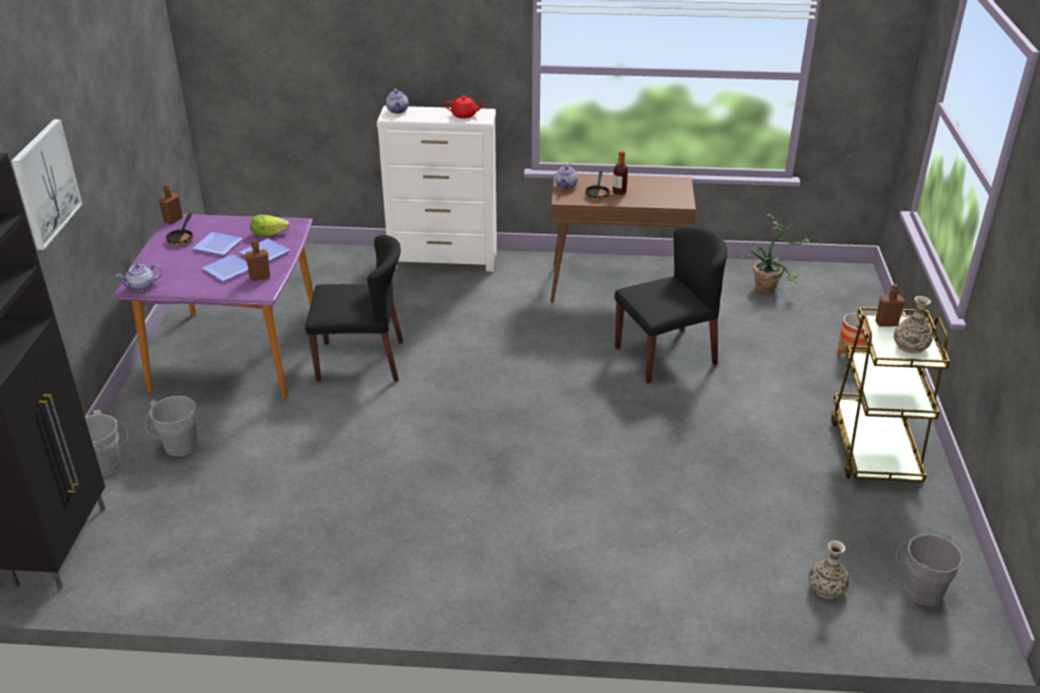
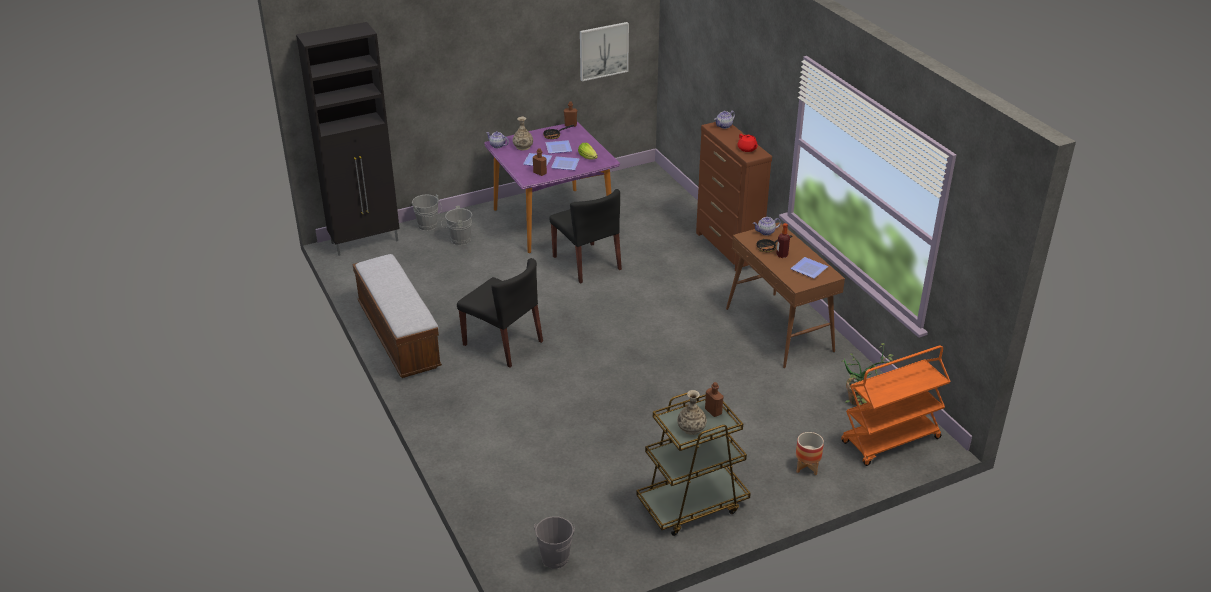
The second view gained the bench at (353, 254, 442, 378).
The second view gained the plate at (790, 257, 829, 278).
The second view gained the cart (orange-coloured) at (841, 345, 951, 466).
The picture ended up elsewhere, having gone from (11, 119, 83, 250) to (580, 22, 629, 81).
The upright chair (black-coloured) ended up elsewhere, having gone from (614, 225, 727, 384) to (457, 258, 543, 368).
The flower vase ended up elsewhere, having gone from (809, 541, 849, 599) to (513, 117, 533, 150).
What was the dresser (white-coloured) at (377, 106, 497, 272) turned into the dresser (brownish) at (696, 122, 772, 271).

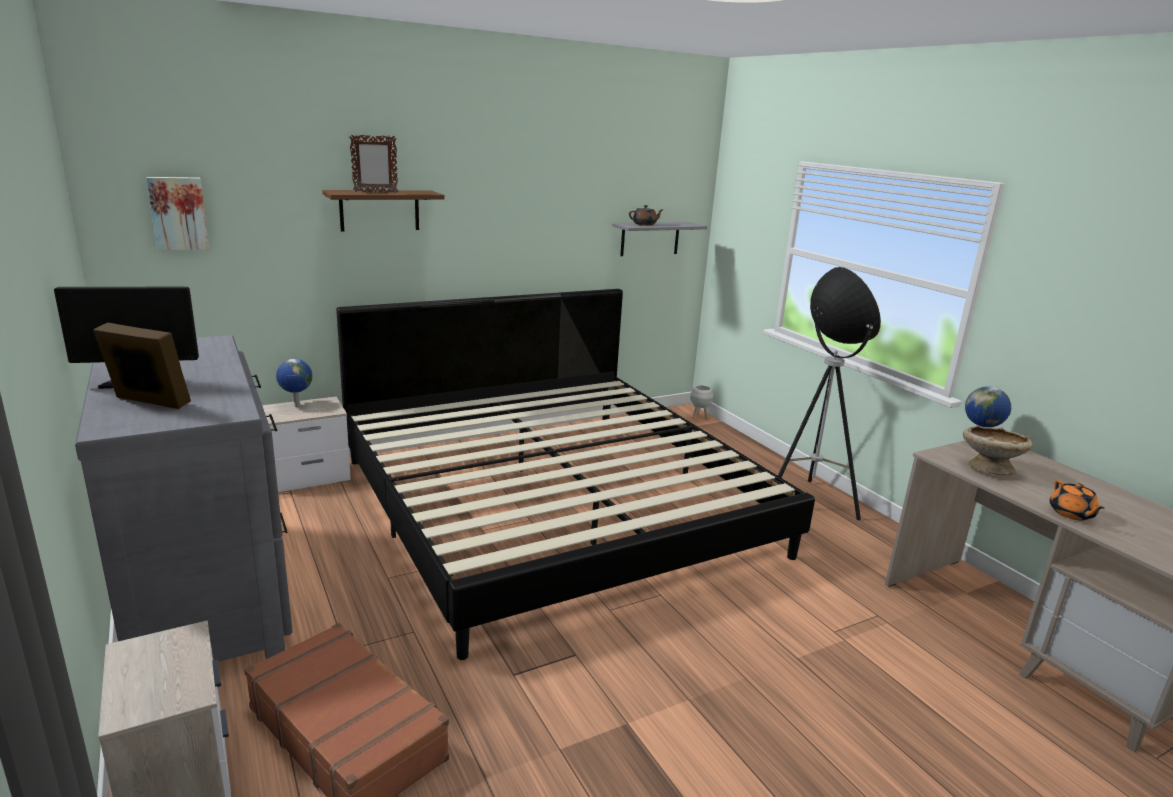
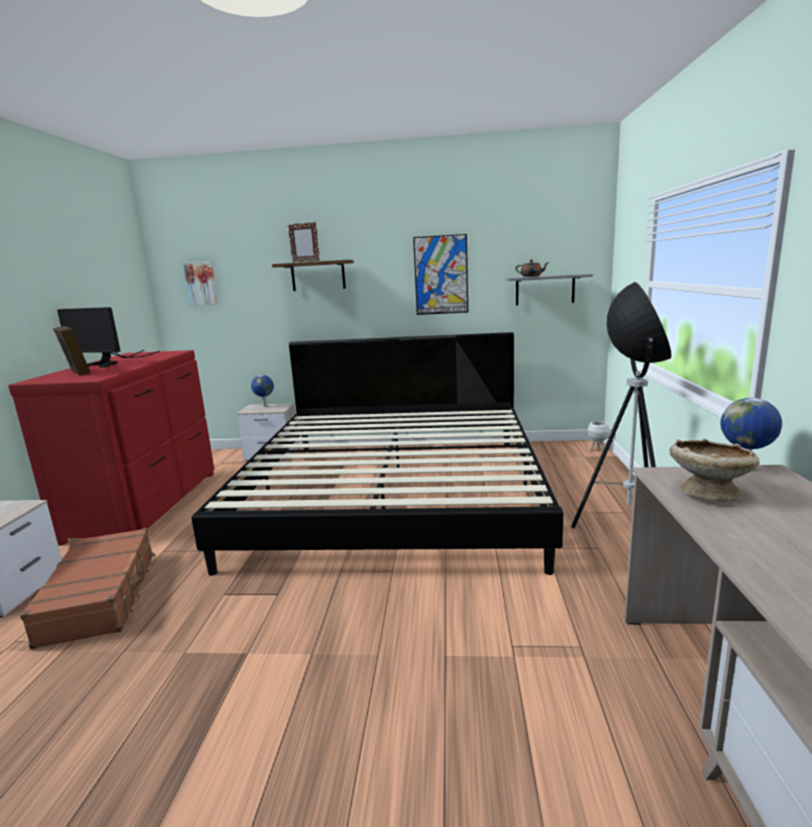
The second view lost the pot for tea (orange-coloured) at (1049, 480, 1105, 521).
The second view gained the picture at (413, 234, 468, 315).
What was the dresser (gray) at (75, 335, 293, 662) turned into the dresser (reddish) at (8, 350, 214, 546).

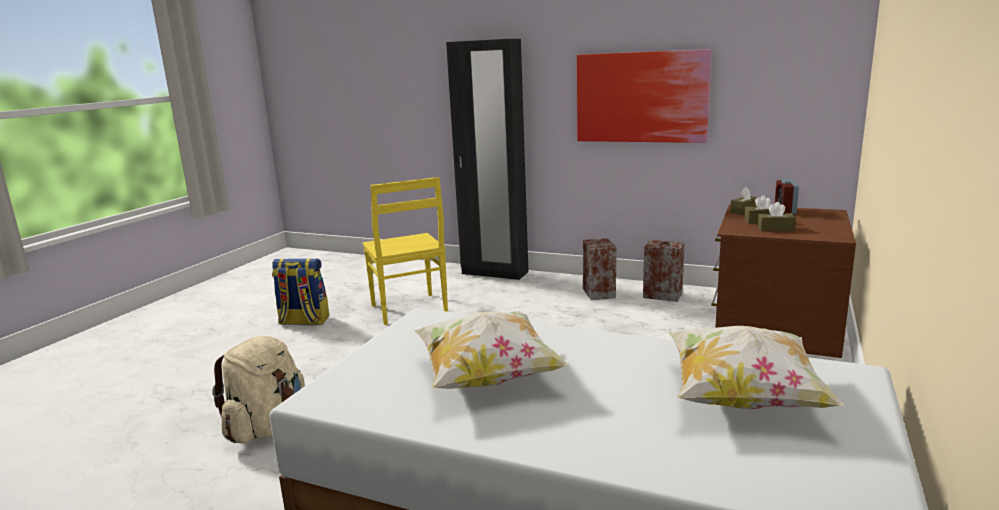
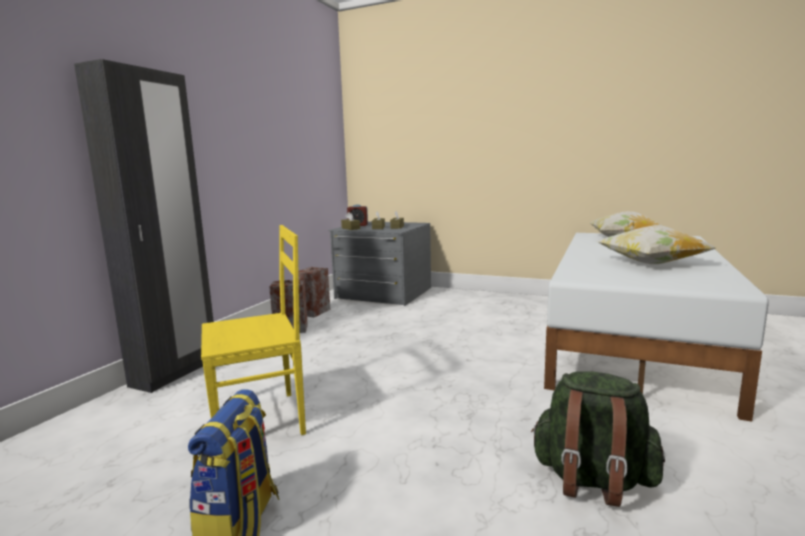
The second view lost the picture at (577, 49, 712, 143).
What was the backpack (beige-coloured) at (212, 336, 305, 444) turned into the backpack (green-coloured) at (531, 372, 665, 507).
What was the dresser (brownish) at (711, 205, 856, 358) turned into the dresser (gray) at (328, 221, 431, 306).

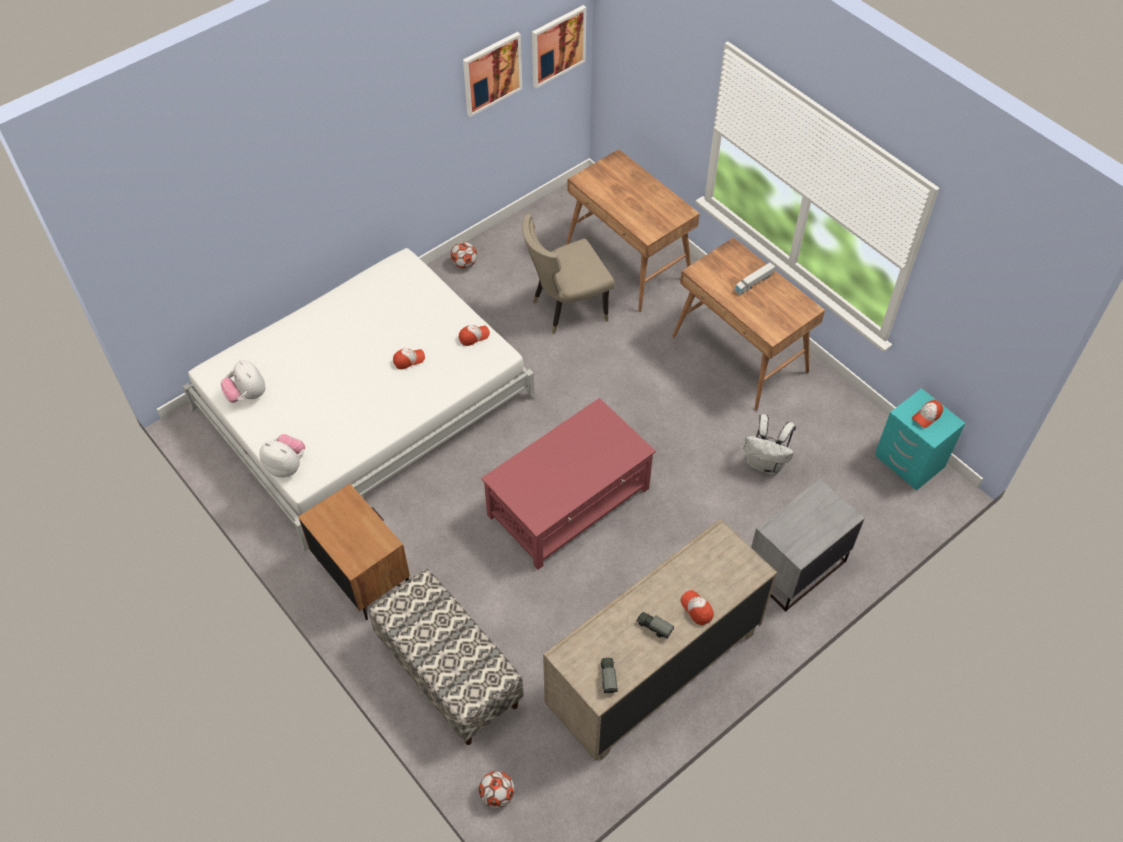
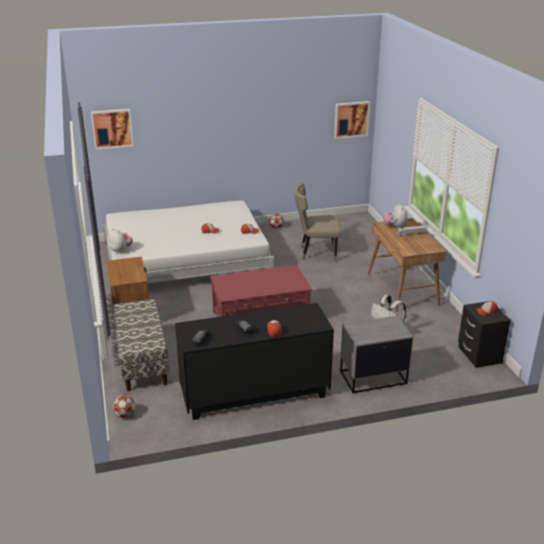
The second view lost the desk (brownish) at (566, 149, 700, 312).
The plush toy ended up elsewhere, having gone from (221, 360, 265, 403) to (383, 203, 408, 229).
The picture ended up elsewhere, having gone from (463, 32, 522, 117) to (91, 109, 134, 150).
What was the dresser (beige-coloured) at (543, 519, 777, 761) turned into the dresser (black-coloured) at (175, 303, 334, 420).
What was the nightstand (turquoise) at (875, 388, 965, 491) turned into the nightstand (black-coloured) at (458, 301, 511, 368).

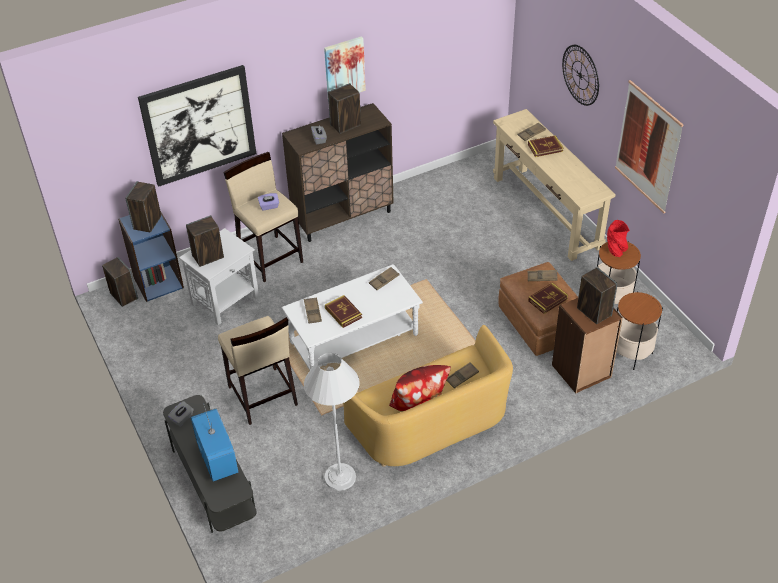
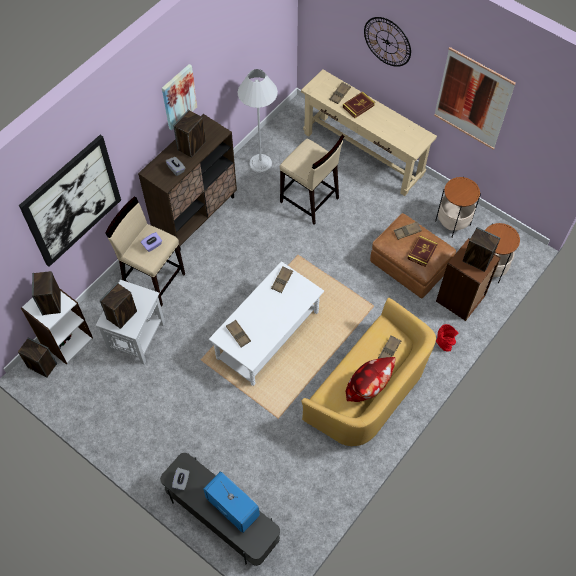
The second view lost the bound book at (325, 295, 362, 328).
The stool seat (beige-coloured) ended up elsewhere, having gone from (218, 316, 298, 425) to (280, 135, 344, 225).
The standard lamp (white-coloured) ended up elsewhere, having gone from (304, 353, 360, 491) to (238, 69, 278, 173).
The flower vase (reddish) ended up elsewhere, having gone from (607, 220, 630, 257) to (436, 324, 459, 352).
What was the bookshelf (bluish) at (118, 212, 184, 302) turned into the bookshelf (white-coloured) at (21, 288, 93, 364).

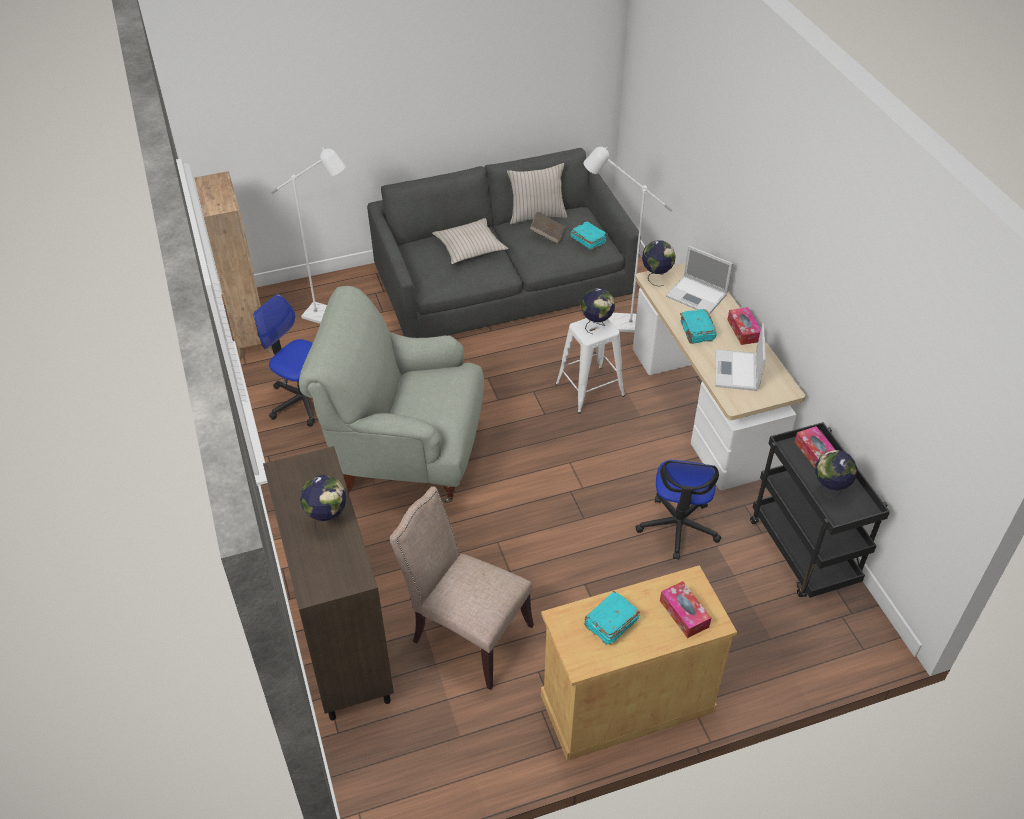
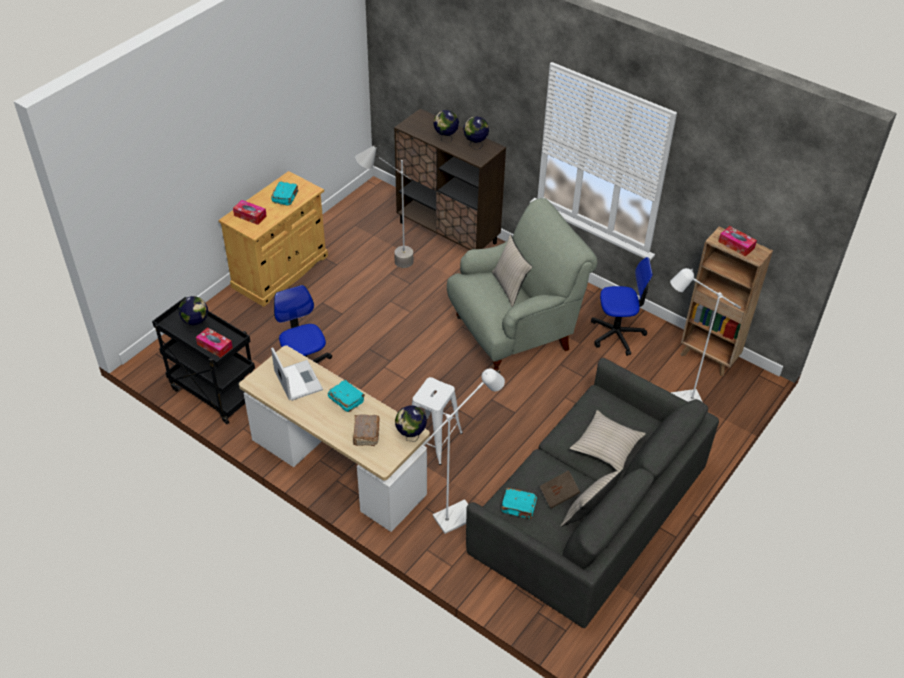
The second view gained the cushion (beige-coloured) at (492, 234, 532, 307).
The world globe ended up elsewhere, having gone from (581, 288, 615, 334) to (463, 116, 489, 150).
The tissue box ended up elsewhere, having gone from (727, 307, 761, 345) to (718, 226, 757, 257).
Where the upright chair (beige-coloured) stood at (390, 486, 534, 690), the standard lamp (gray) came to stand at (355, 144, 414, 268).
Where the laptop stood at (666, 246, 733, 315), the bound book (brownish) came to stand at (353, 414, 380, 446).

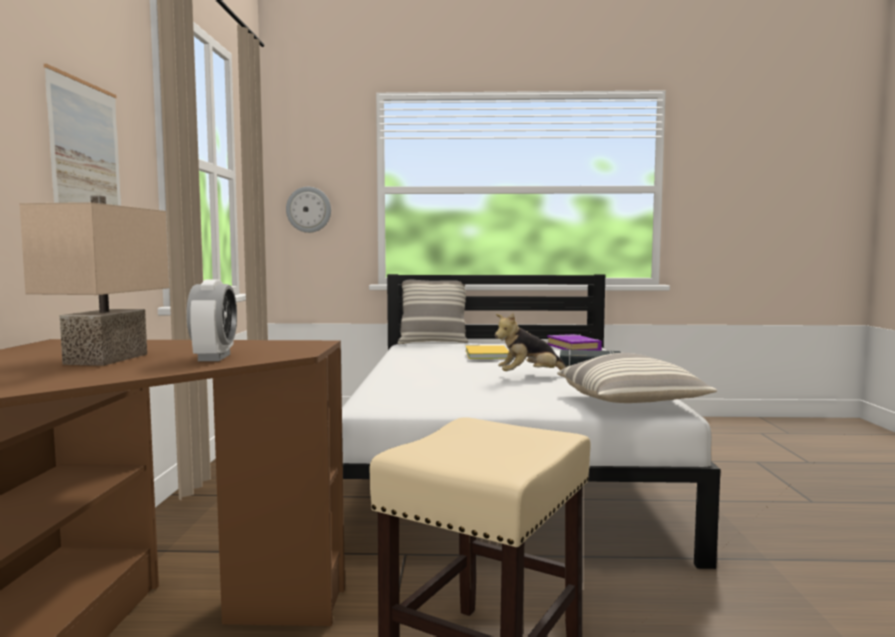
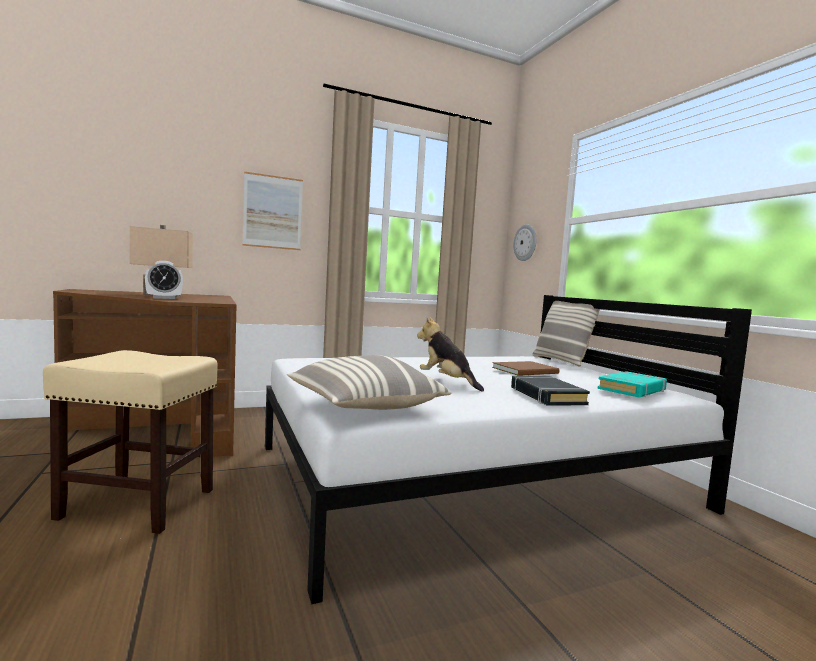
What was the bound book (yellow) at (465, 345, 509, 359) turned into the bound book (brownish) at (492, 361, 559, 376).
What was the bound book (purplish) at (547, 334, 602, 351) turned into the bound book (turquoise) at (598, 371, 667, 397).

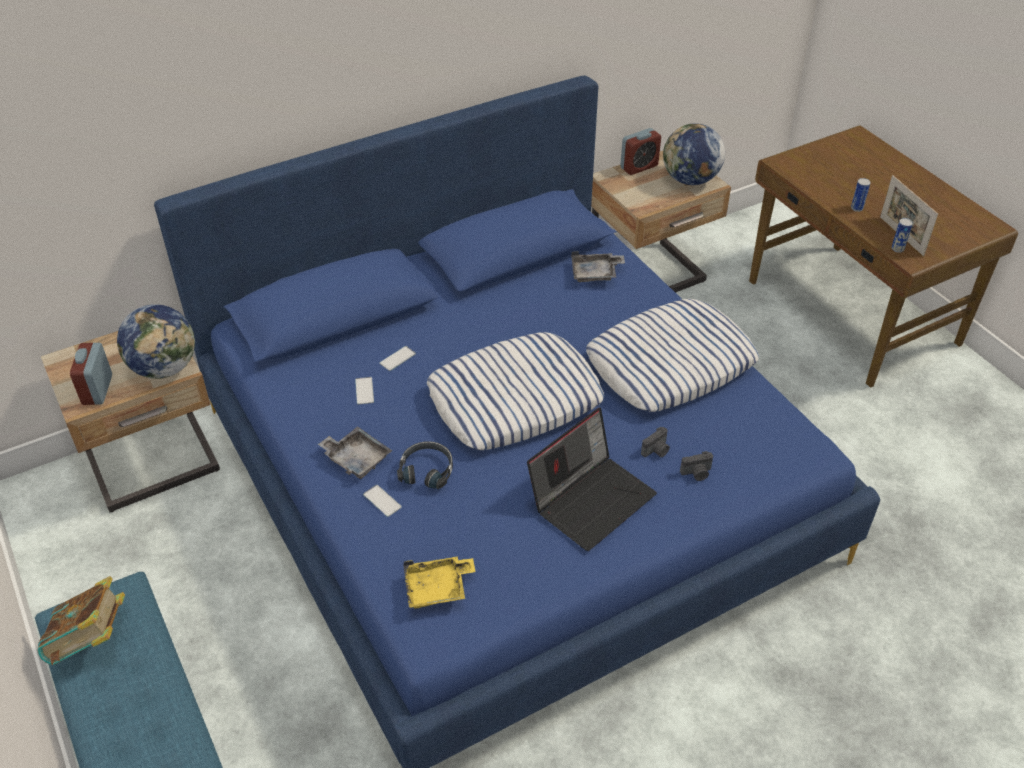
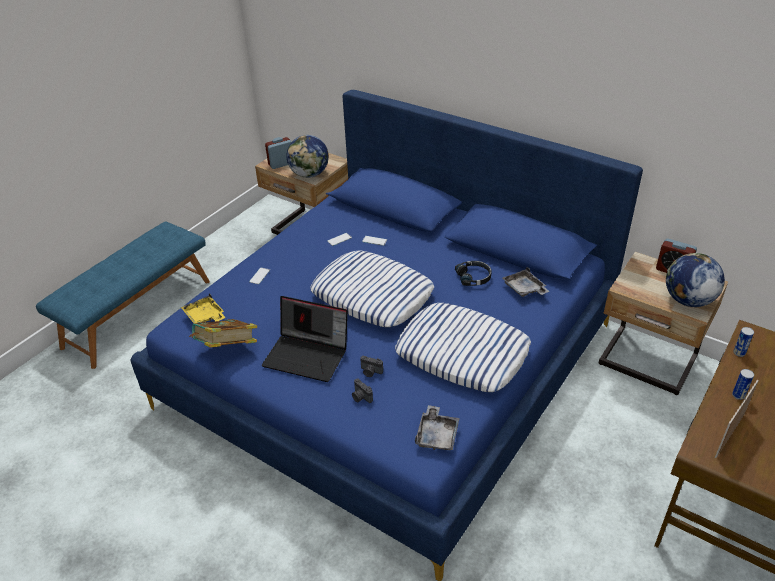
The bound book ended up elsewhere, having gone from (38, 576, 125, 665) to (189, 319, 257, 348).
The tray (gray) ended up elsewhere, having gone from (318, 426, 392, 479) to (415, 405, 460, 450).
The headphones (black-coloured) ended up elsewhere, having gone from (397, 441, 453, 489) to (455, 261, 492, 286).
The metal can ended up elsewhere, having gone from (891, 218, 913, 253) to (733, 327, 754, 357).

